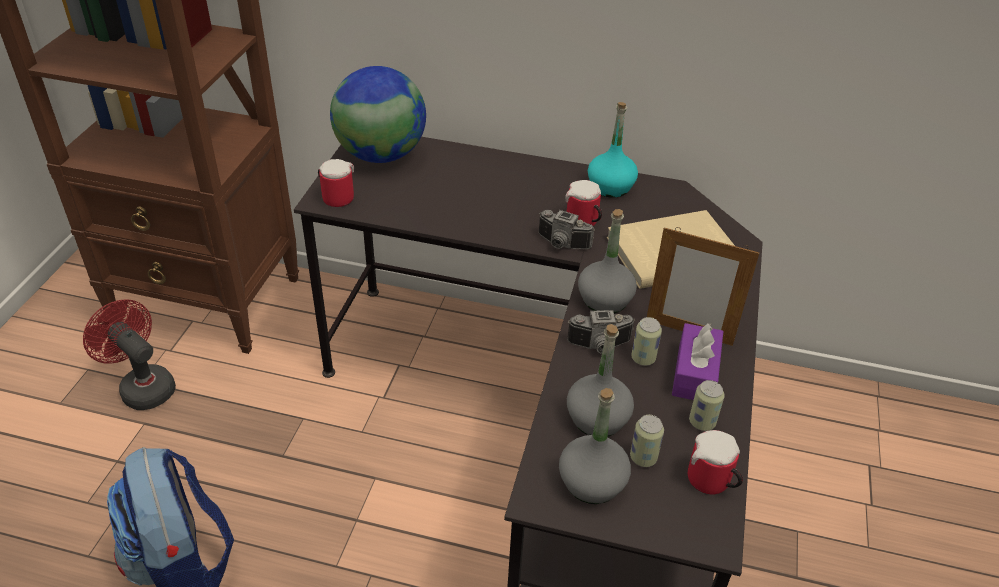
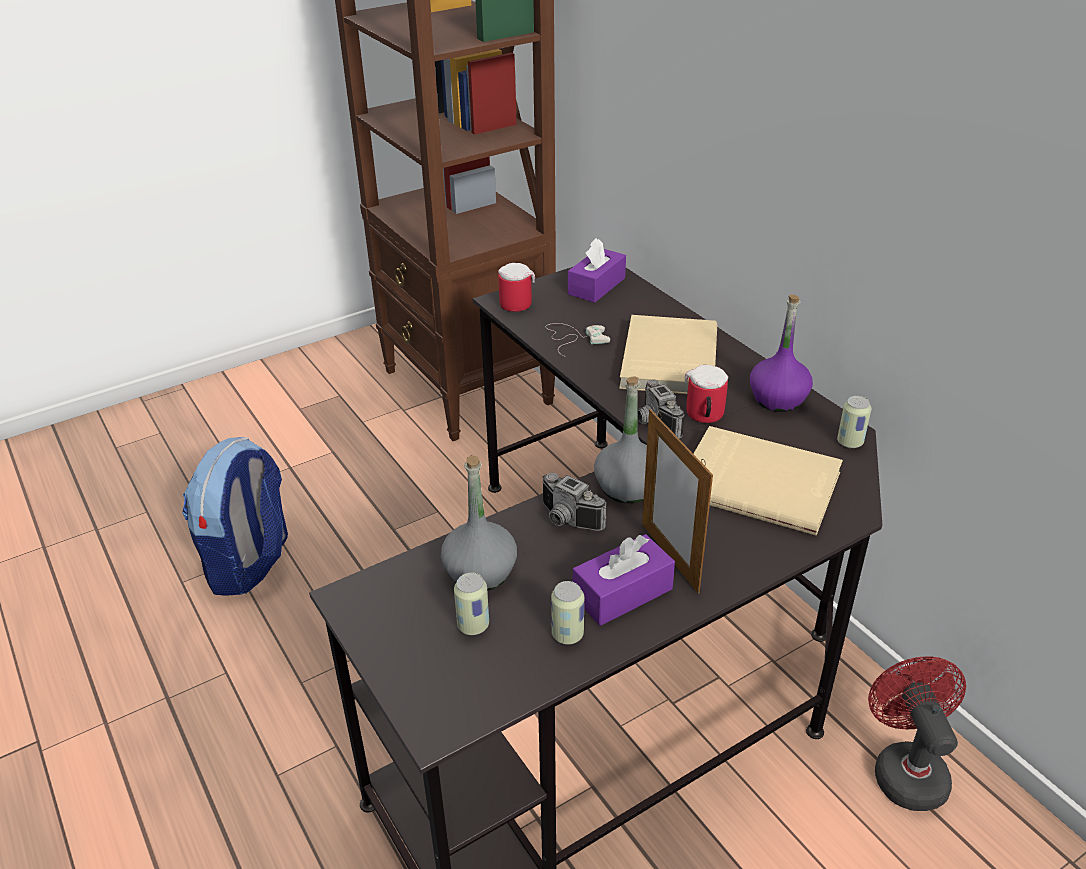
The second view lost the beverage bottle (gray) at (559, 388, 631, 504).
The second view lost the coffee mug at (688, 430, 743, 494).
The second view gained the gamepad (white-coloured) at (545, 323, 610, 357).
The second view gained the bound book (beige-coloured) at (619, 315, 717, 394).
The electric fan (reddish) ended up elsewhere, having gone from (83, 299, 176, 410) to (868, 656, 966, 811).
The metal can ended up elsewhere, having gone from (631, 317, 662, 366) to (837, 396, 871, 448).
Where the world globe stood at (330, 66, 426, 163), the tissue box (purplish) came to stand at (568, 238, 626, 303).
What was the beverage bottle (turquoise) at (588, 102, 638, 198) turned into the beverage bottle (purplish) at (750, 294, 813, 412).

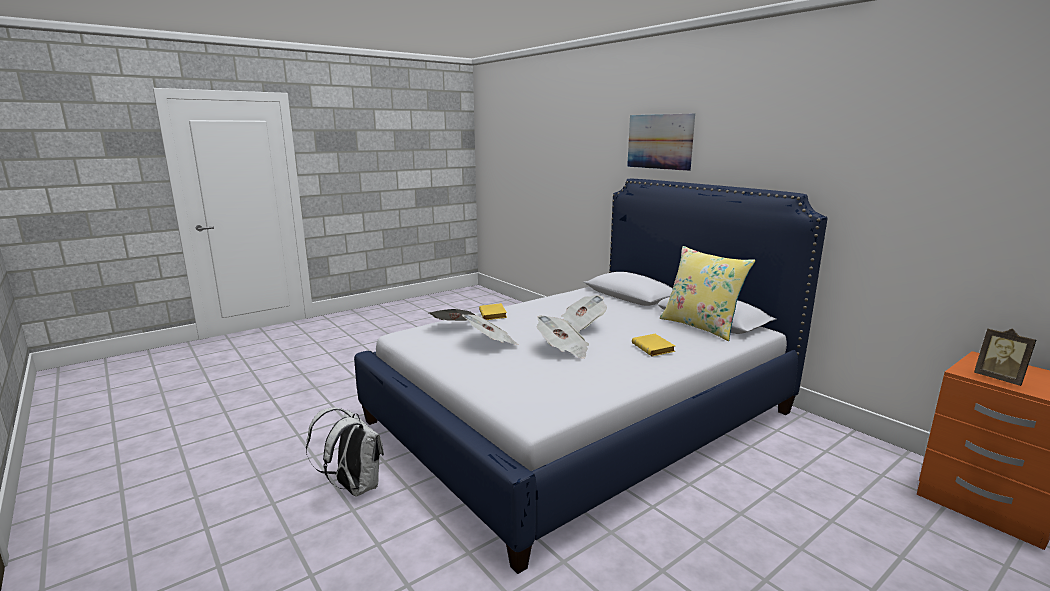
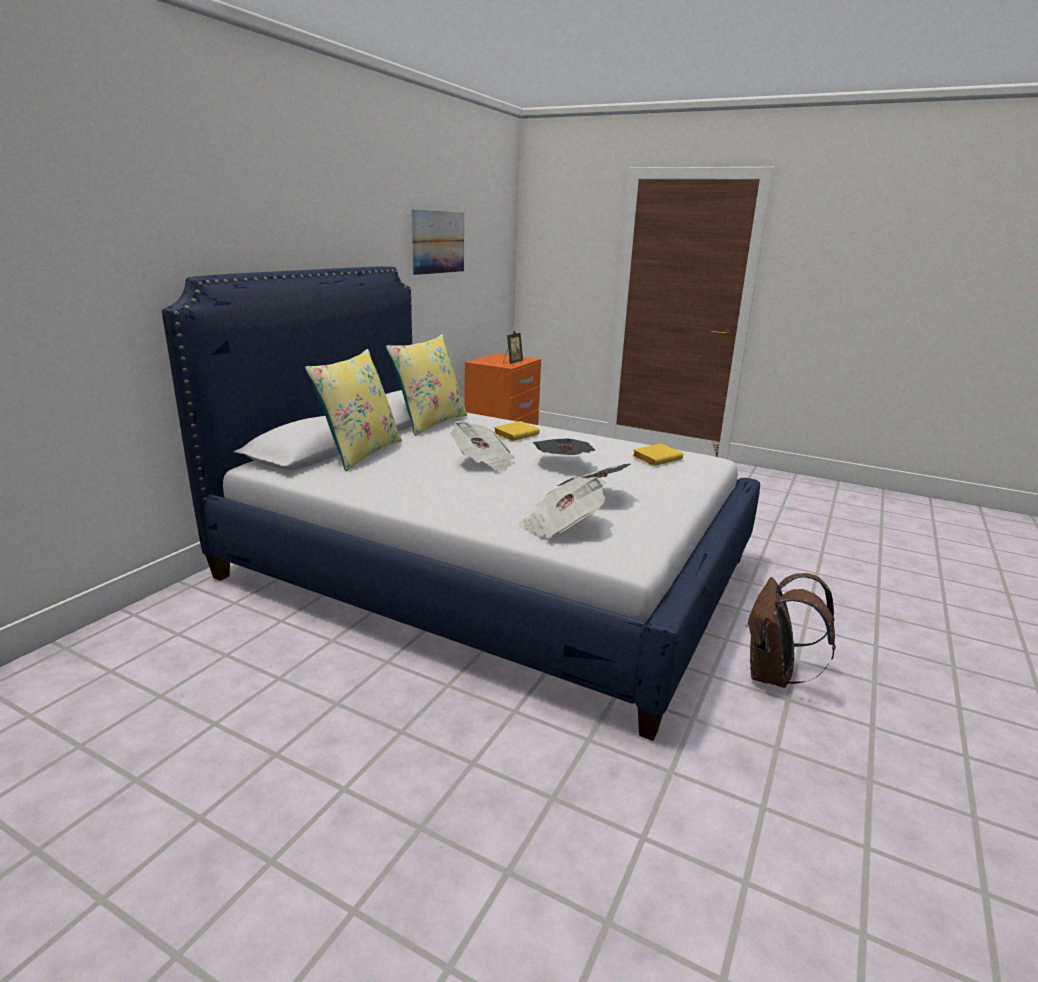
The second view gained the cushion (yellow) at (305, 349, 402, 471).
The bound book (yellow) ended up elsewhere, having gone from (479, 303, 507, 320) to (632, 443, 683, 466).
The picture ended up elsewhere, having gone from (627, 113, 695, 171) to (412, 209, 464, 275).
What was the backpack (white-coloured) at (306, 407, 384, 497) turned into the backpack (brownish) at (746, 573, 836, 688).

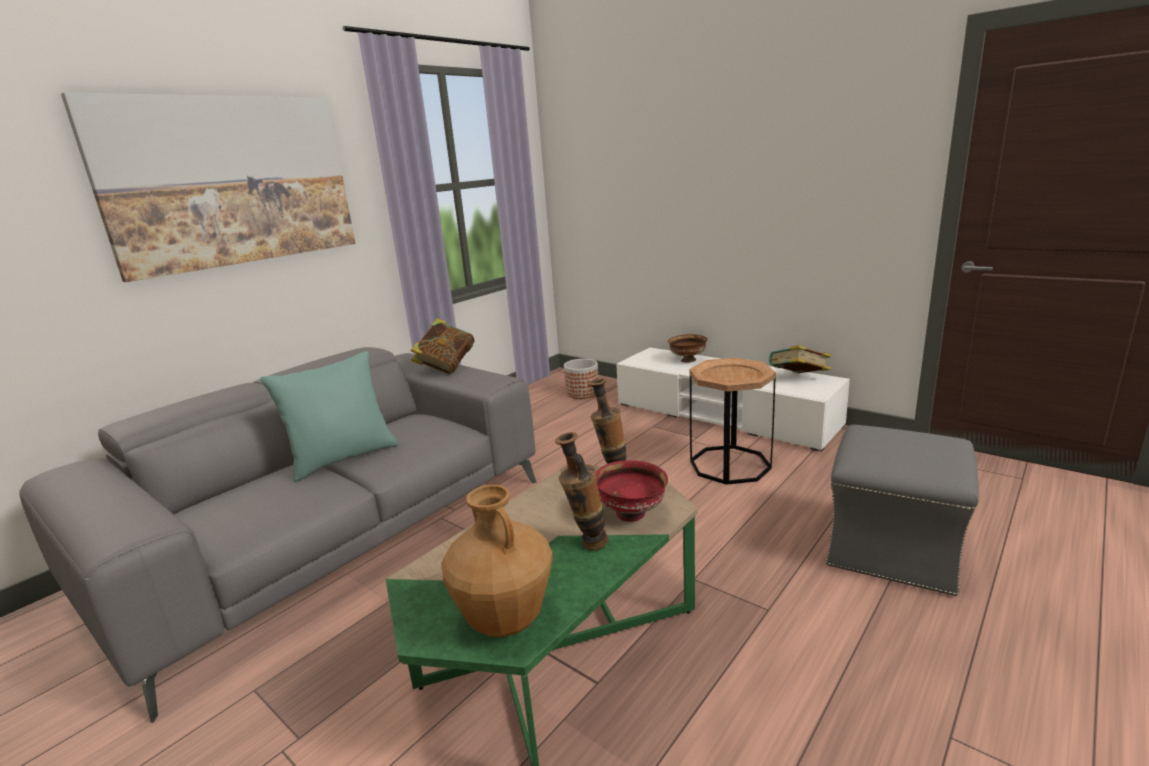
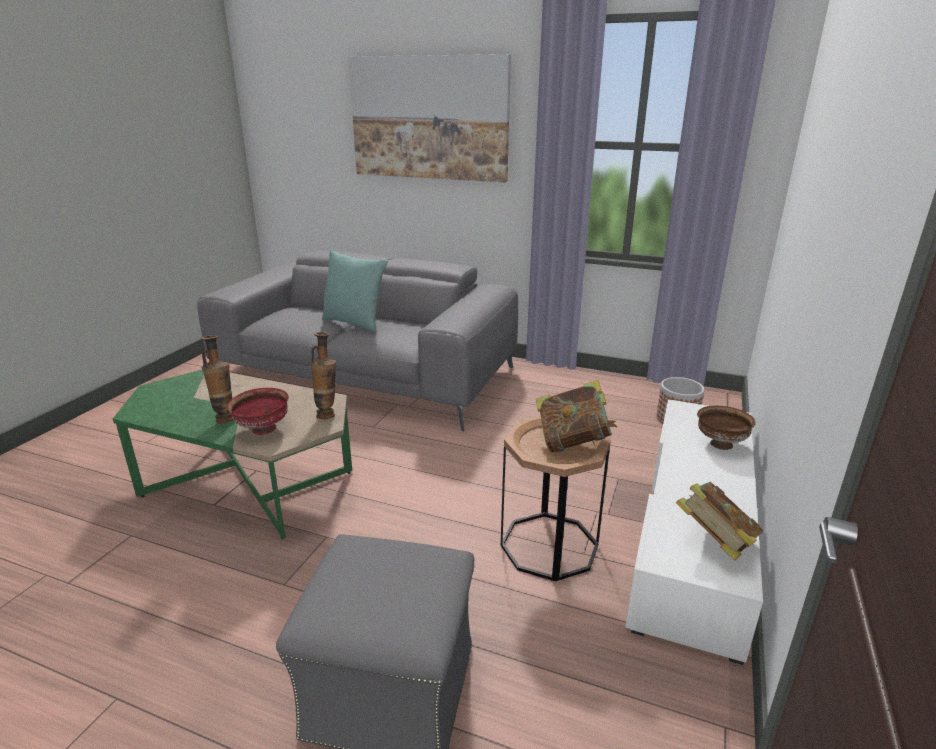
The second view lost the flower vase (brownish) at (441, 485, 553, 637).
The bound book ended up elsewhere, having gone from (411, 318, 475, 374) to (536, 380, 617, 452).

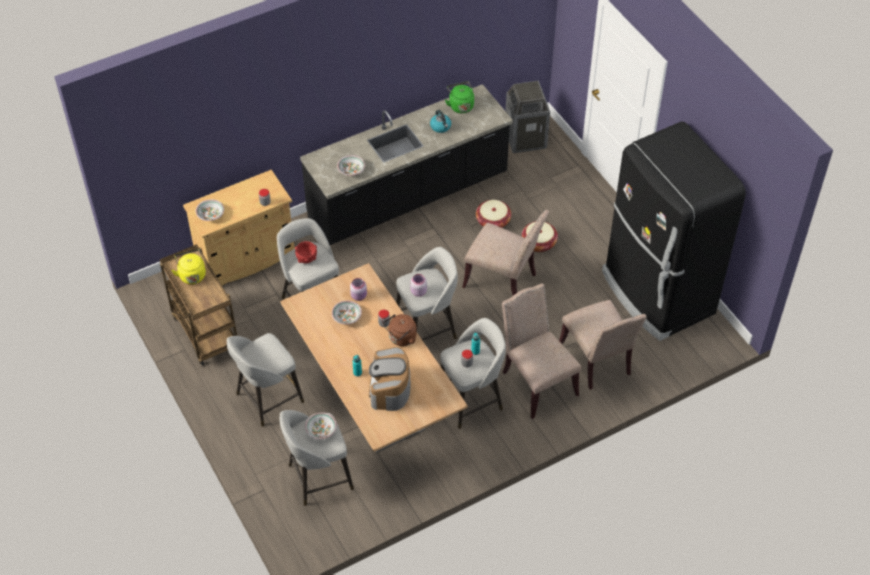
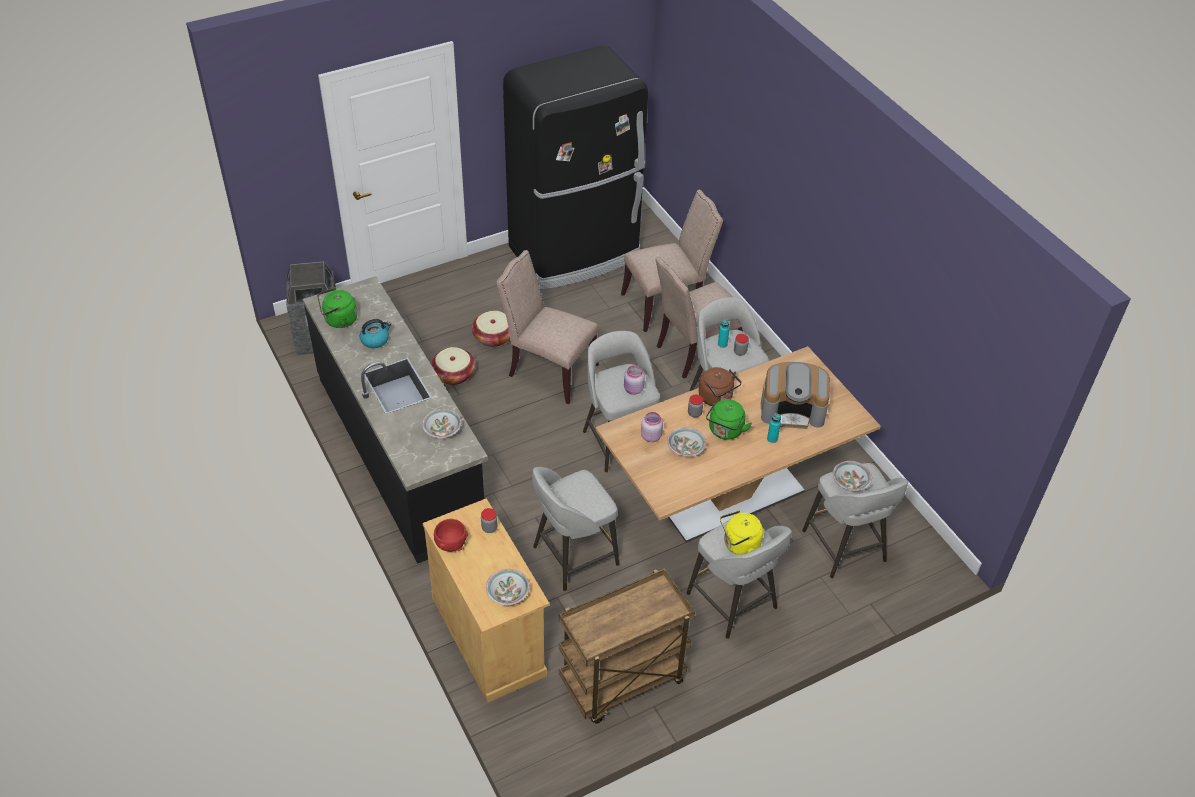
The second view gained the water kettle (green-coloured) at (706, 399, 752, 440).
The water kettle (yellow) ended up elsewhere, having gone from (171, 249, 206, 284) to (720, 510, 763, 555).
The bowl (reddish) ended up elsewhere, having gone from (295, 241, 317, 263) to (434, 519, 468, 552).
The upright chair (beige-coloured) at (462, 210, 549, 296) ended up facing another way, 90 degrees counterclockwise from before.

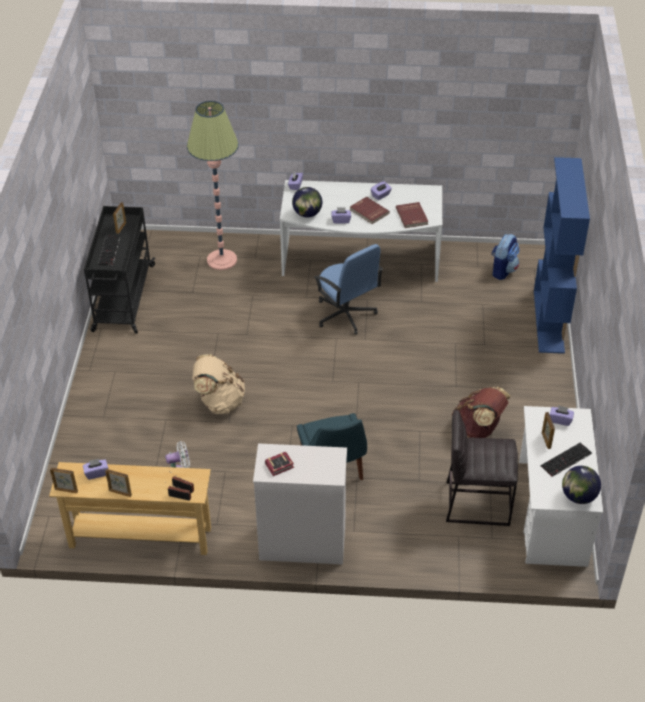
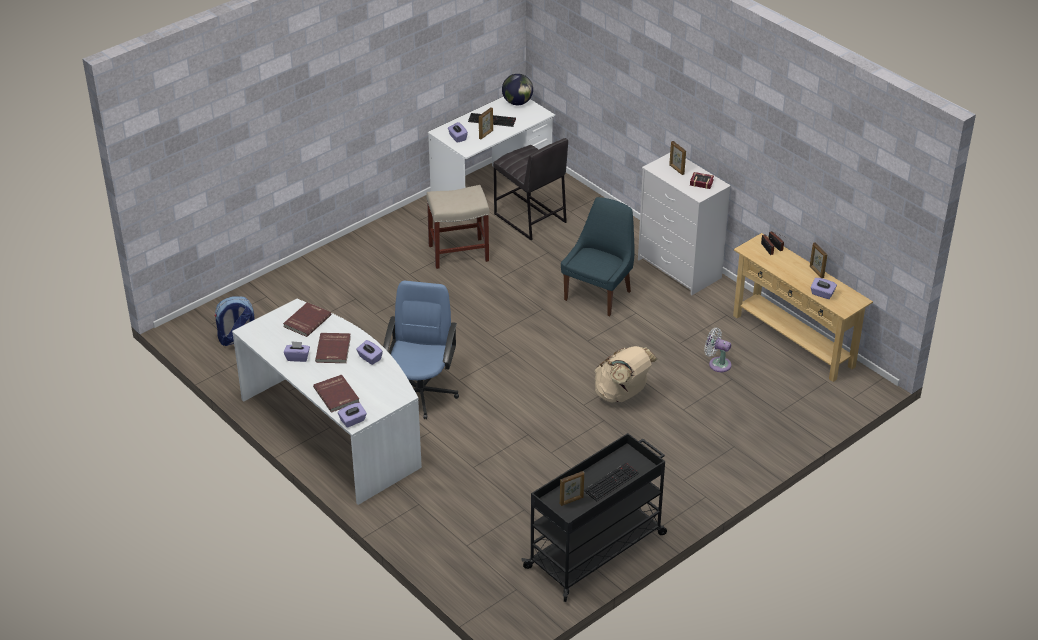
The second view lost the standard lamp at (187, 101, 239, 270).
The second view lost the world globe at (292, 187, 322, 217).
The second view lost the bookshelf (bluish) at (534, 157, 590, 354).
The second view gained the bound book (reddish) at (313, 375, 359, 413).
The photo frame ended up elsewhere, having gone from (50, 468, 78, 493) to (669, 141, 686, 175).
Where the backpack (brownish) stood at (452, 387, 511, 438), the stool seat (beige-coloured) came to stand at (426, 185, 489, 269).

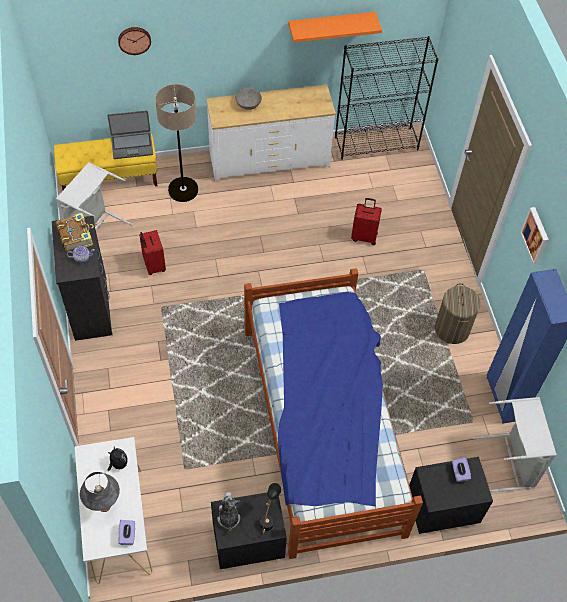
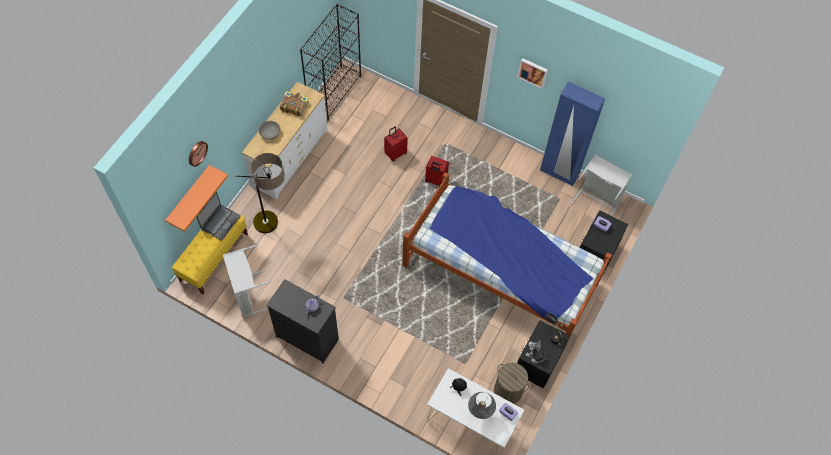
The bound book ended up elsewhere, having gone from (56, 213, 94, 252) to (280, 91, 309, 116).
The travel case (reddish) ended up elsewhere, having gone from (139, 230, 166, 275) to (425, 156, 449, 186).
The bracket shelf (orange-coloured) ended up elsewhere, having gone from (288, 12, 382, 43) to (165, 165, 228, 232).
The hamper ended up elsewhere, having gone from (435, 283, 481, 344) to (494, 363, 529, 404).

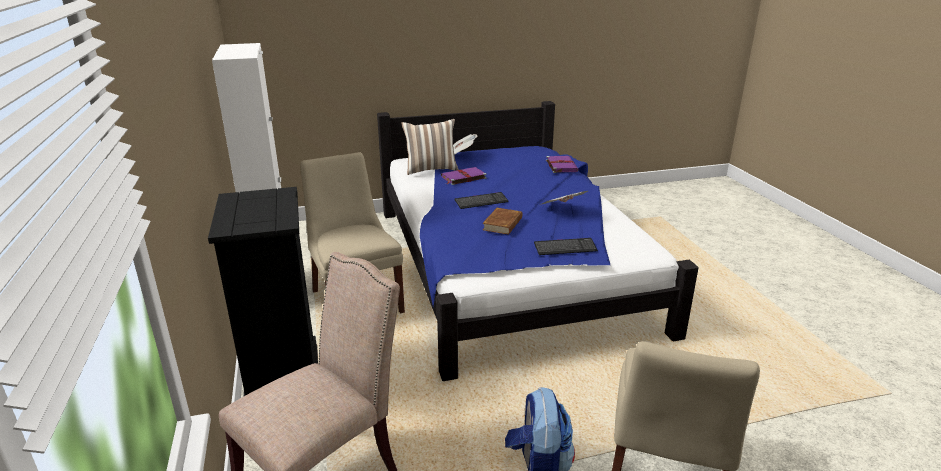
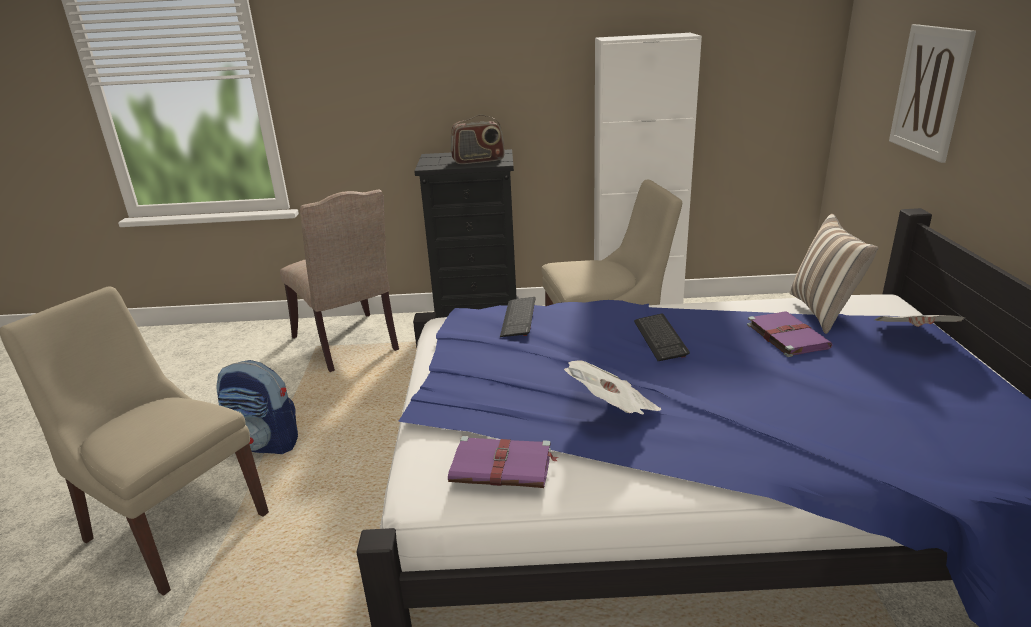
The second view lost the bound book (brownish) at (482, 208, 522, 235).
The second view gained the radio at (451, 114, 505, 164).
The second view gained the picture at (889, 24, 976, 163).
The PC keyboard ended up elsewhere, having gone from (534, 238, 598, 255) to (500, 297, 536, 337).
The bound book (purplish) ended up elsewhere, having gone from (546, 156, 579, 173) to (448, 436, 558, 488).

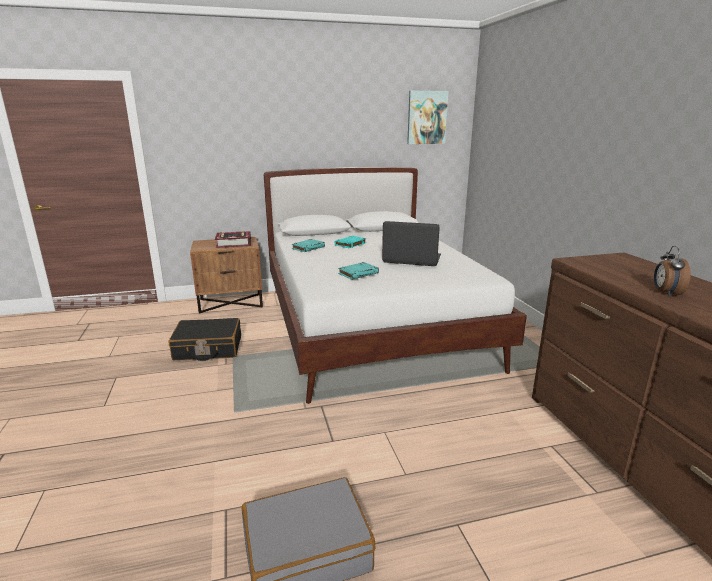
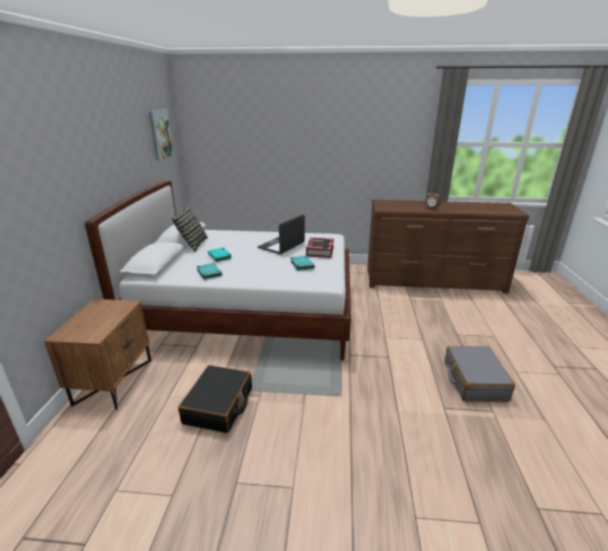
The second view gained the cushion at (172, 207, 208, 252).
The bound book ended up elsewhere, having gone from (215, 231, 251, 248) to (306, 238, 334, 258).

